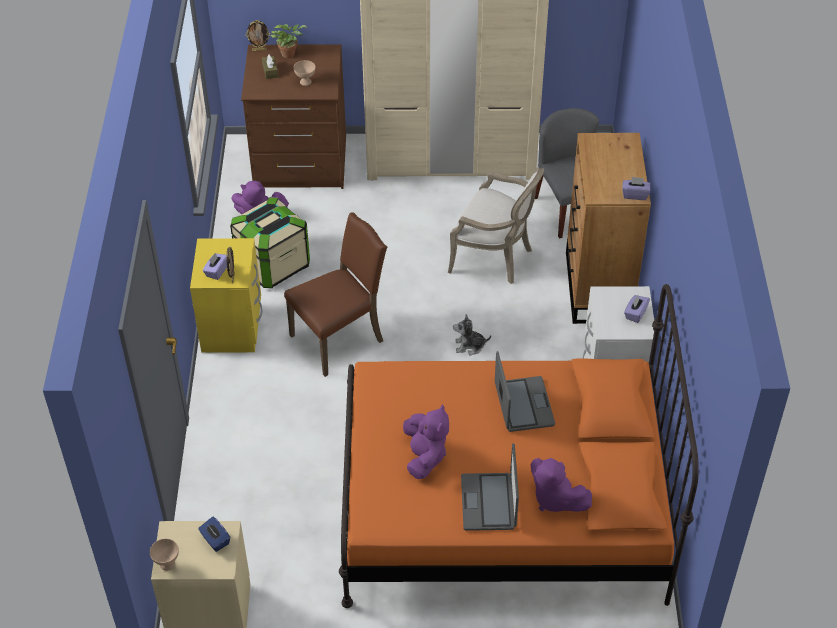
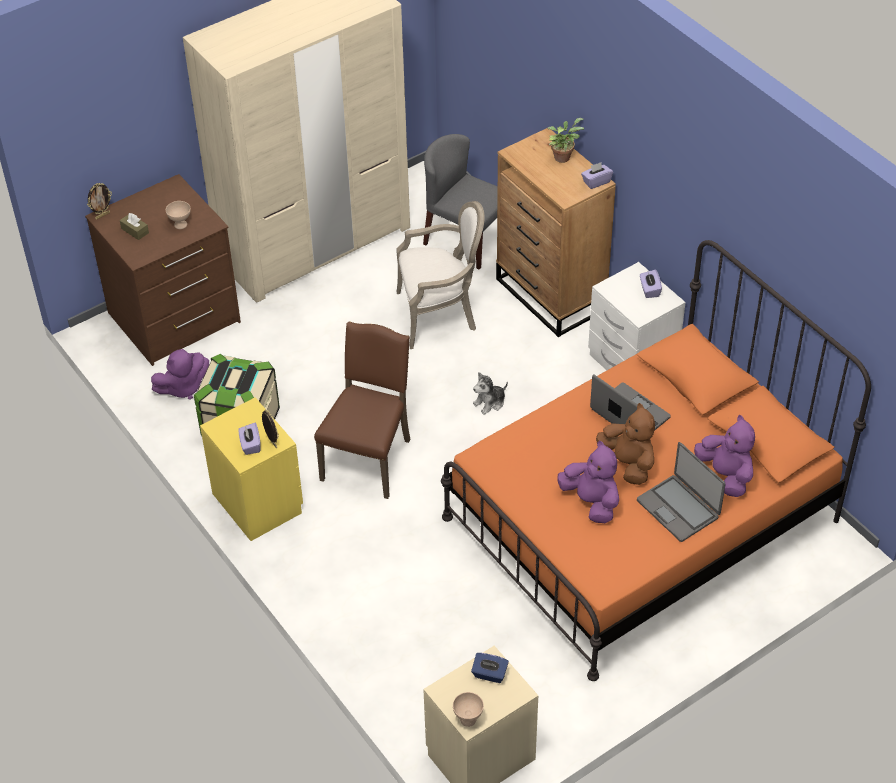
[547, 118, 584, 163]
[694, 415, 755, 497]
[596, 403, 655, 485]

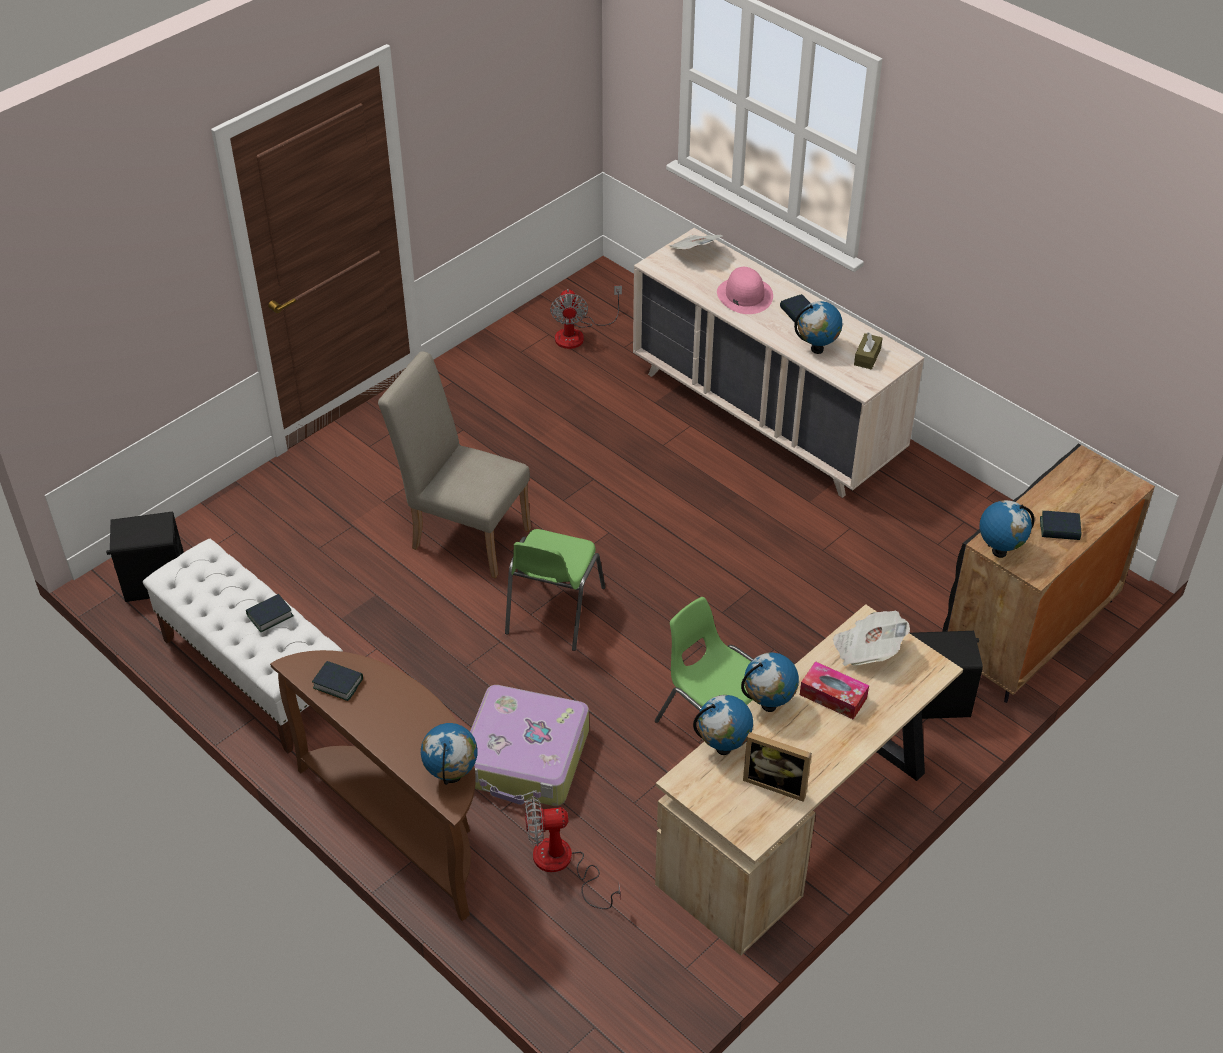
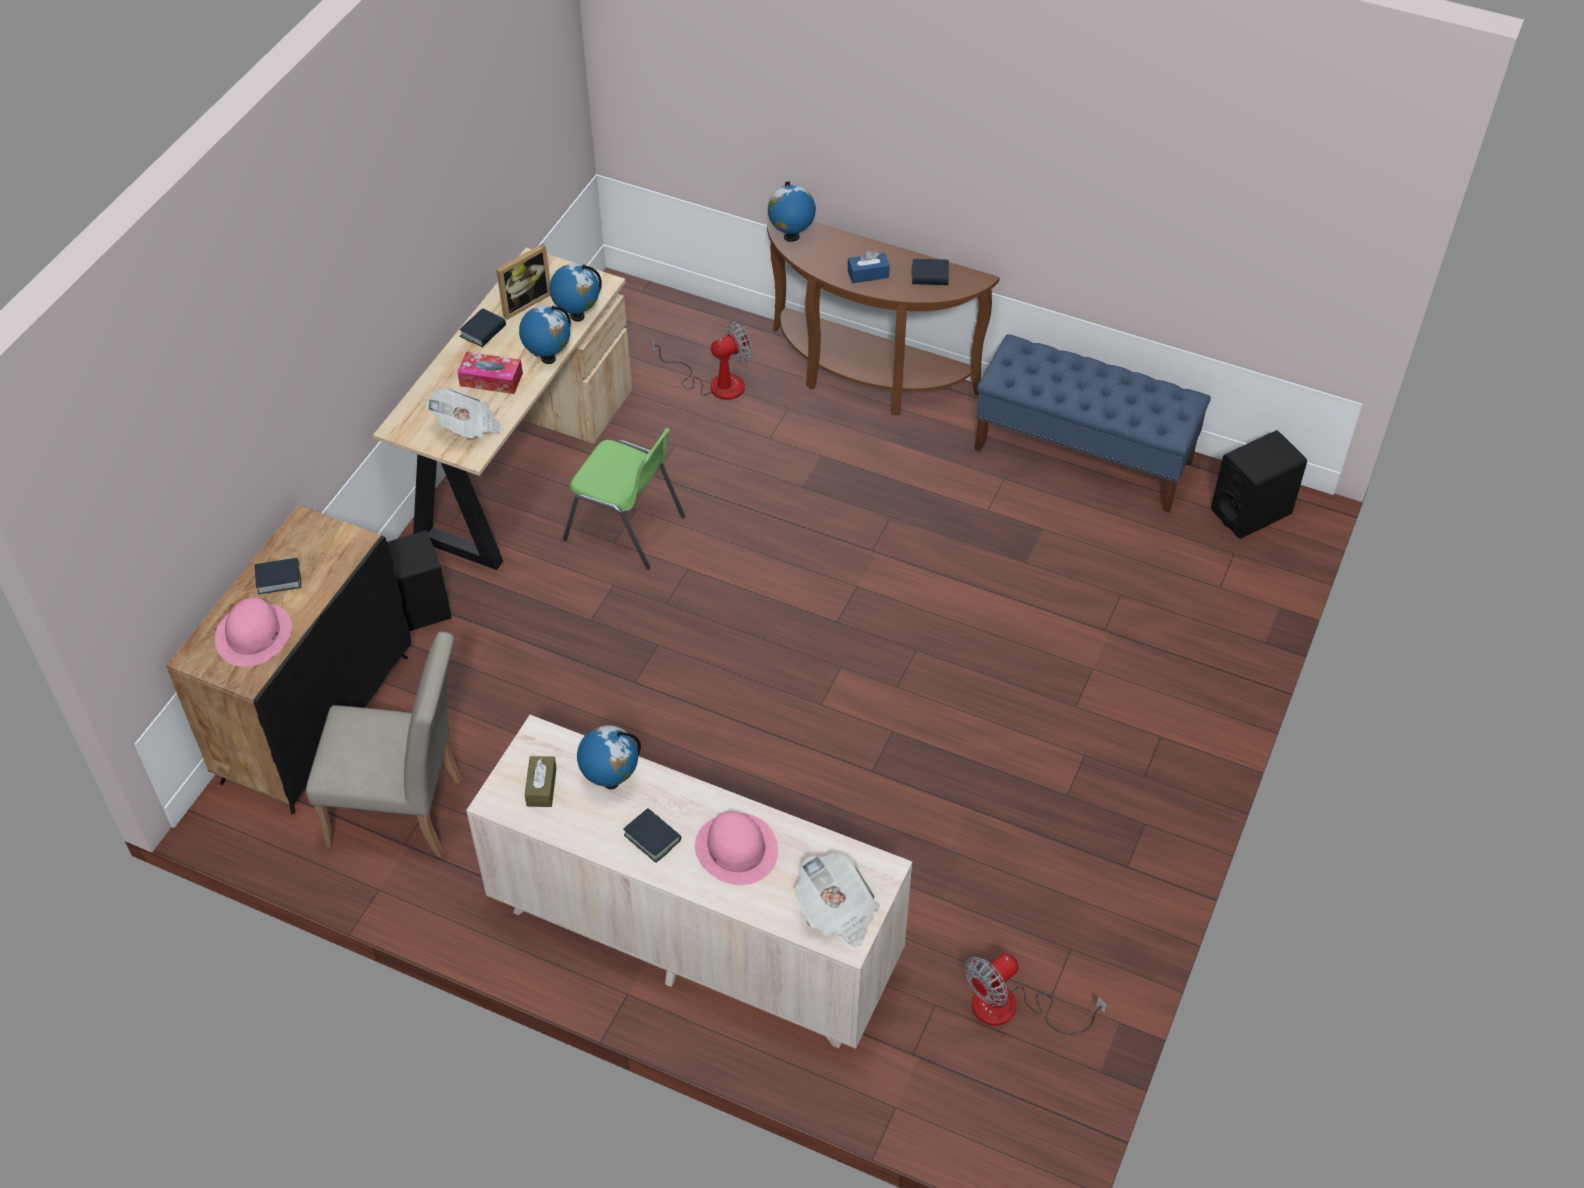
[965, 953, 1107, 1035]
[306, 632, 462, 857]
[979, 500, 1034, 558] (first image)
[505, 529, 605, 651] (first image)
[975, 334, 1211, 513]
[460, 308, 506, 347]
[470, 685, 589, 806] (first image)
[496, 244, 550, 320]
[848, 250, 890, 283]
[215, 597, 292, 667]

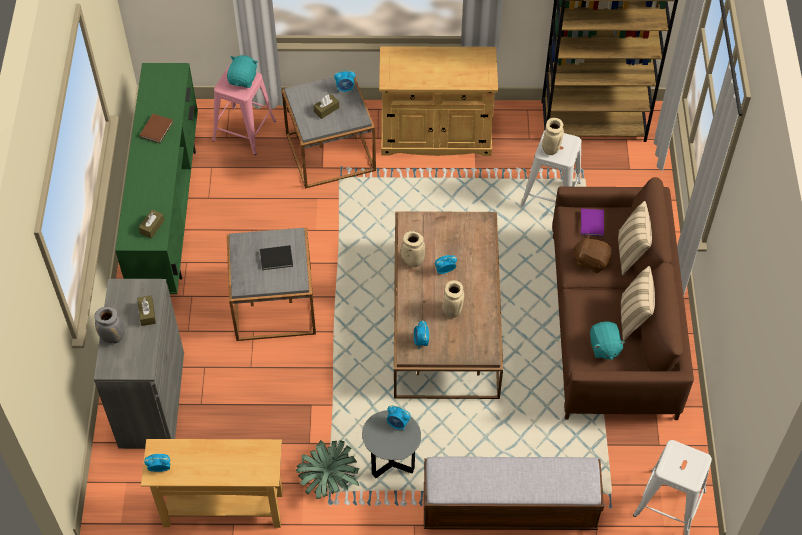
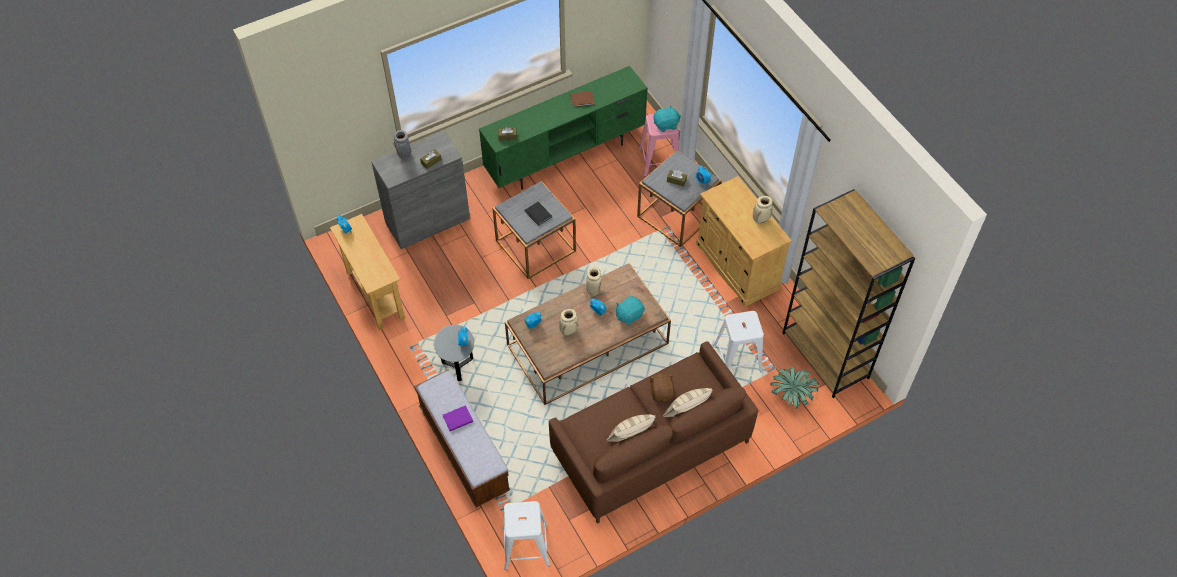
[753, 196, 772, 223]
[443, 405, 473, 431]
[616, 296, 645, 325]
[770, 367, 819, 409]

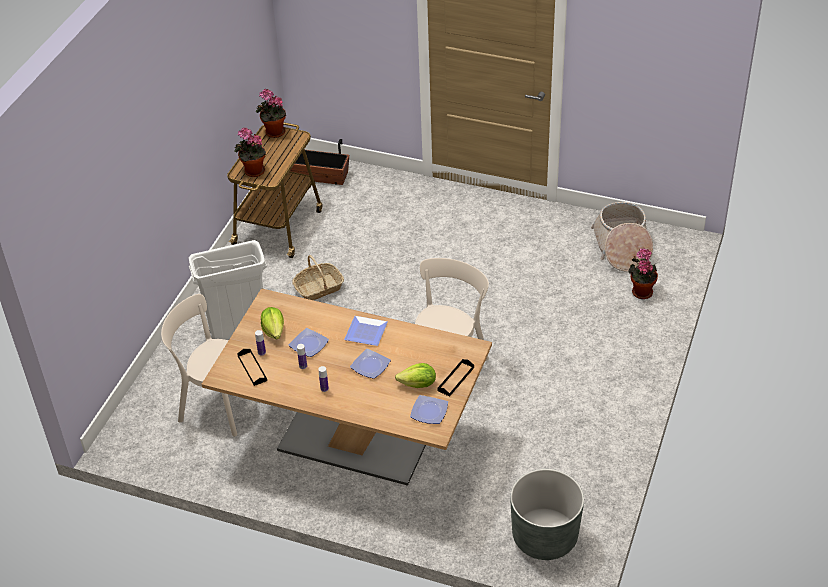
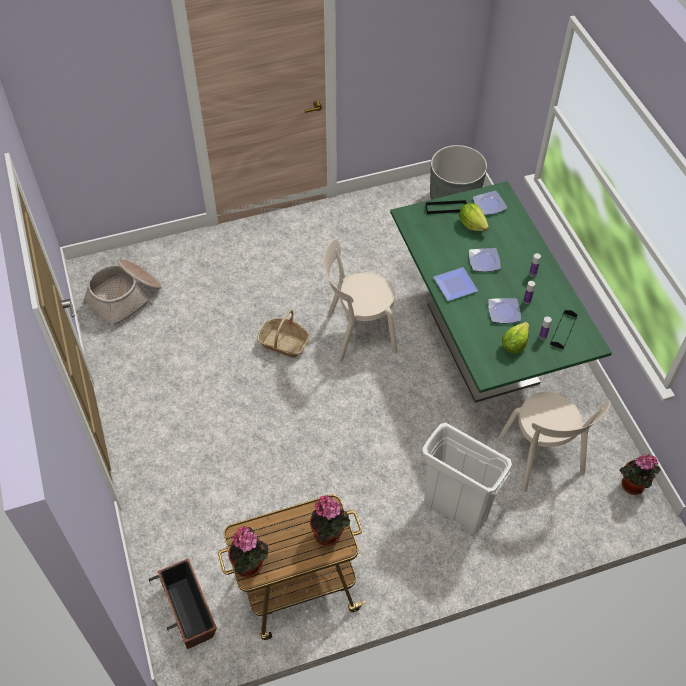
[620, 454, 660, 495]
[258, 310, 309, 358]
[390, 181, 612, 403]

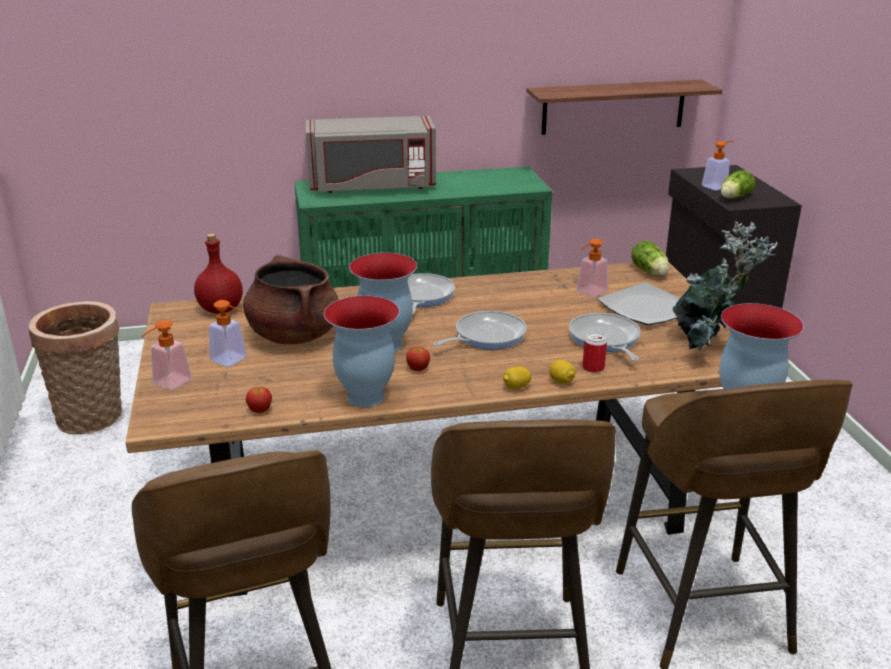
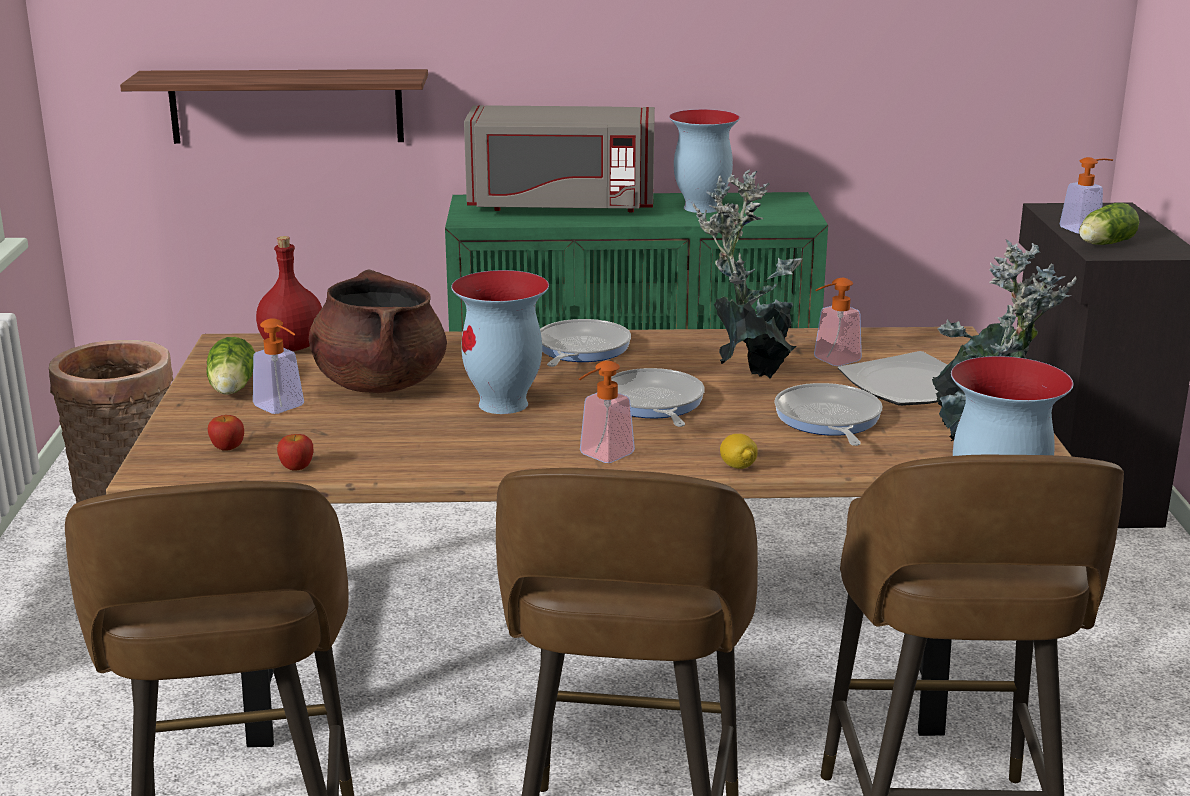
[120, 69, 428, 144]
[206, 337, 255, 395]
[669, 109, 740, 213]
[611, 368, 705, 427]
[579, 361, 635, 463]
[582, 332, 607, 373] (first image)
[208, 415, 244, 451]
[503, 366, 531, 389] (first image)
[692, 169, 802, 378]

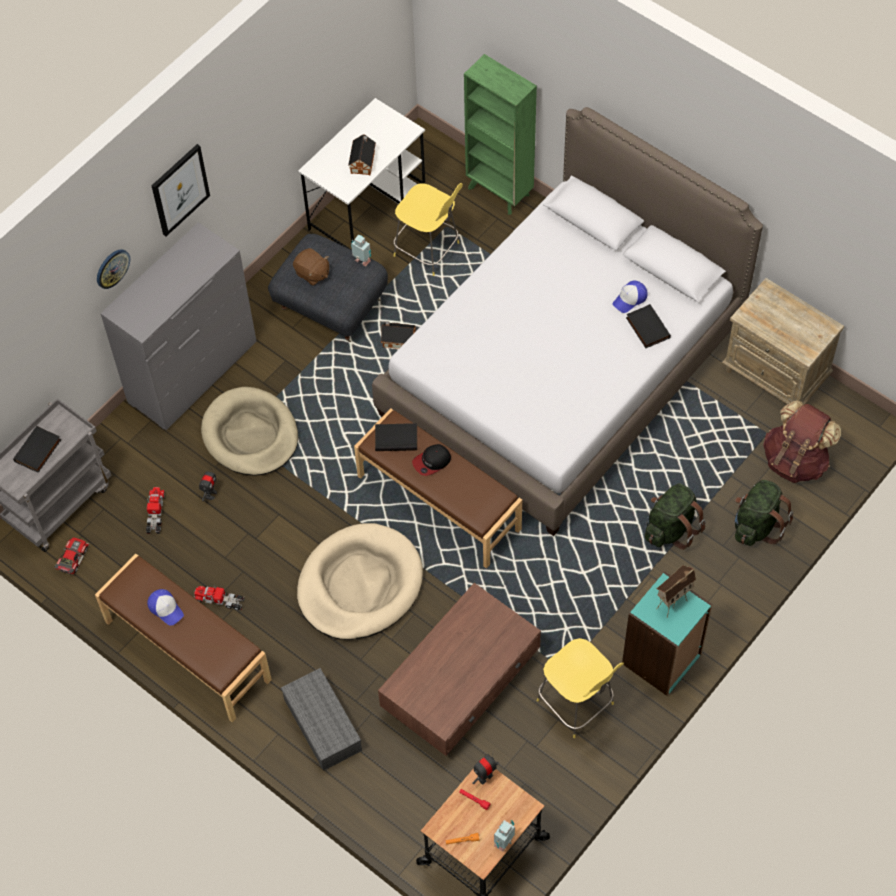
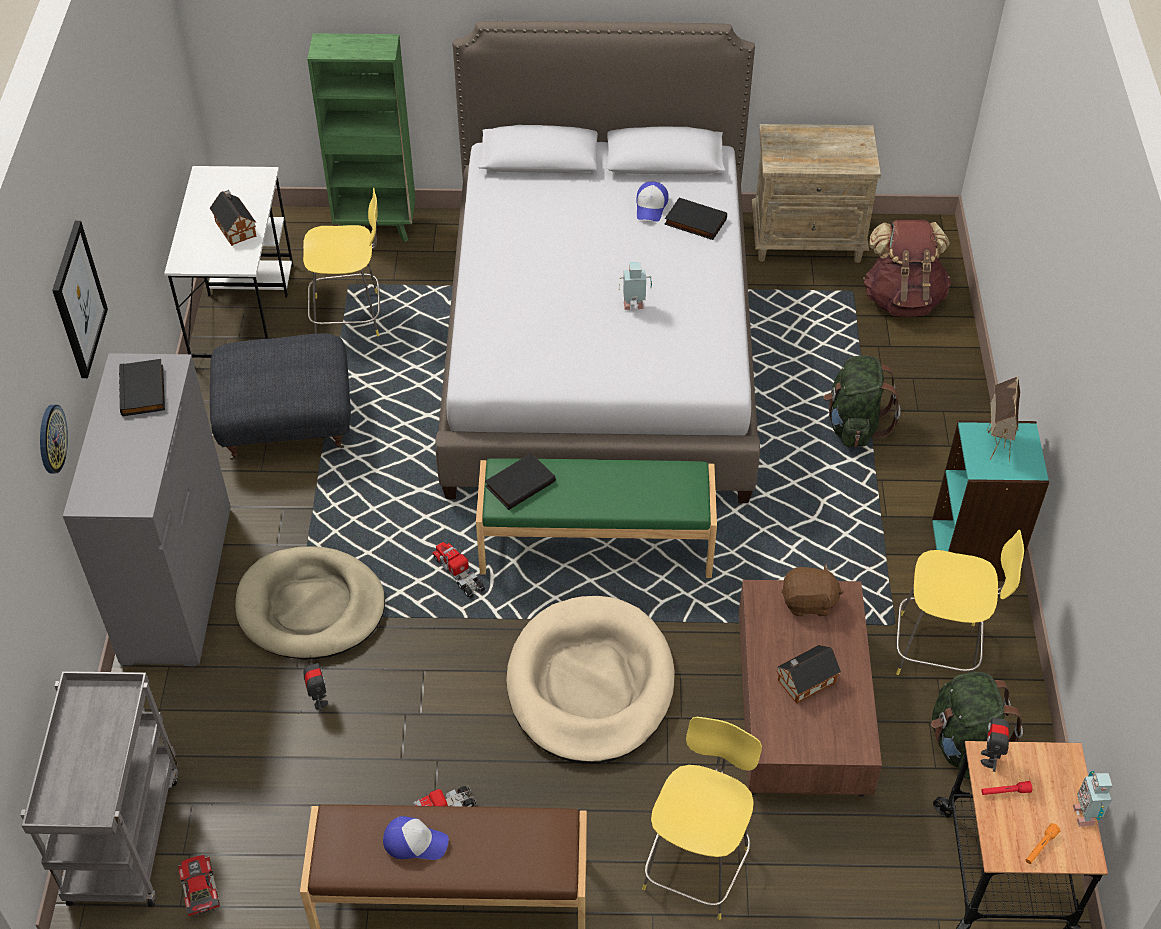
[619, 262, 652, 310]
[781, 564, 844, 616]
[776, 645, 841, 704]
[476, 458, 717, 578]
[119, 359, 165, 416]
[412, 444, 451, 476] (first image)
[931, 672, 1023, 779]
[432, 542, 485, 599]
[642, 717, 762, 920]

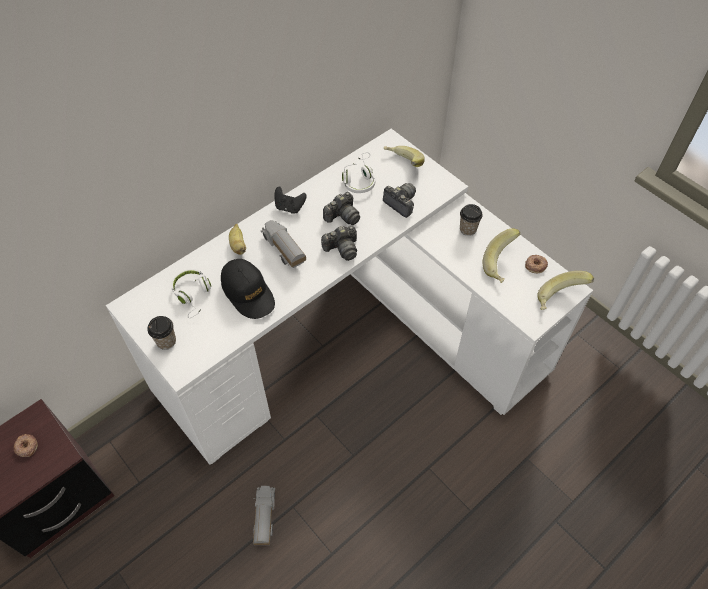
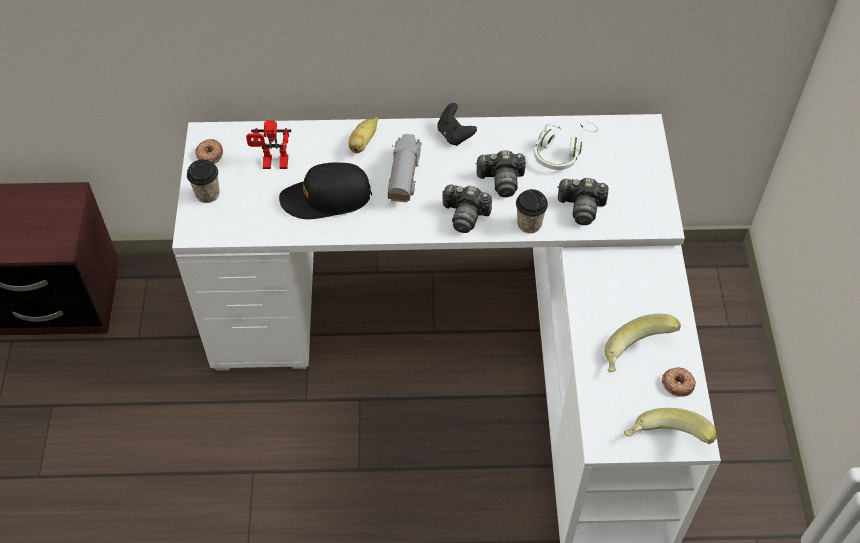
[384, 146, 425, 167] (first image)
[557, 178, 609, 225]
[516, 189, 548, 233]
[279, 163, 372, 219]
[246, 120, 291, 169]
[195, 139, 223, 164]
[253, 486, 275, 545] (first image)

